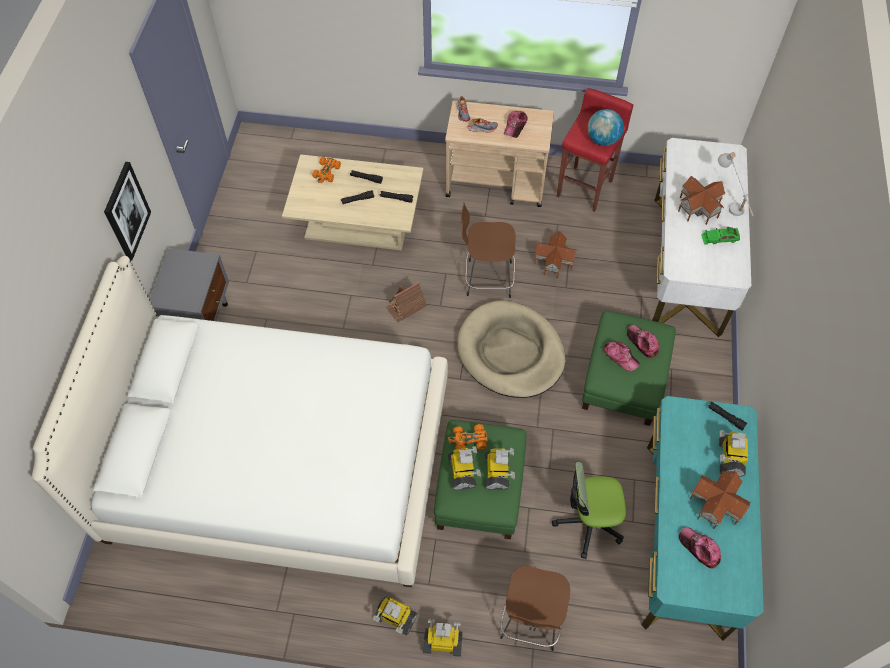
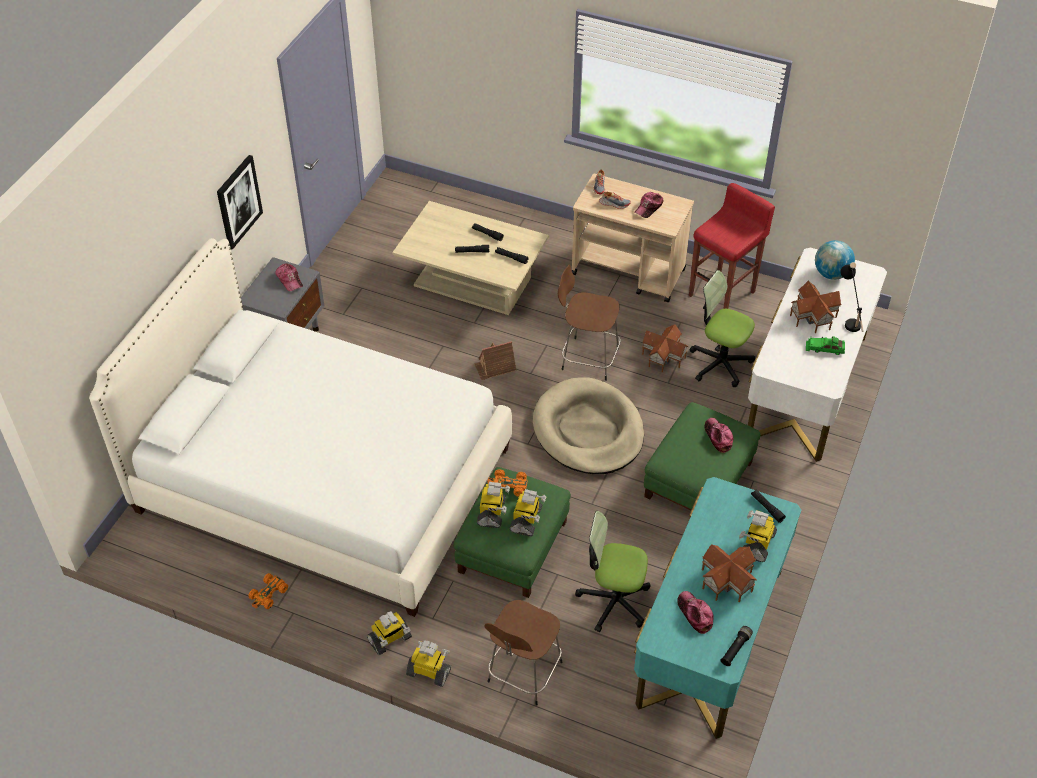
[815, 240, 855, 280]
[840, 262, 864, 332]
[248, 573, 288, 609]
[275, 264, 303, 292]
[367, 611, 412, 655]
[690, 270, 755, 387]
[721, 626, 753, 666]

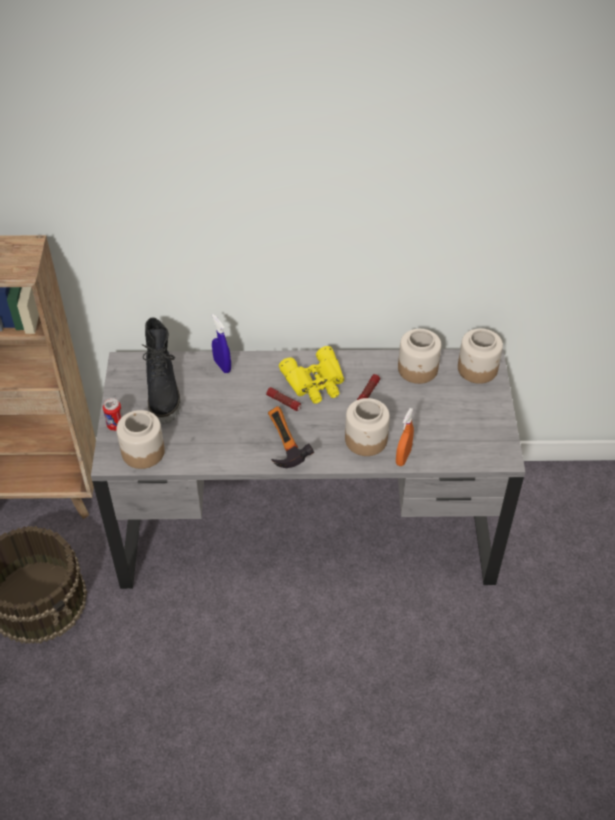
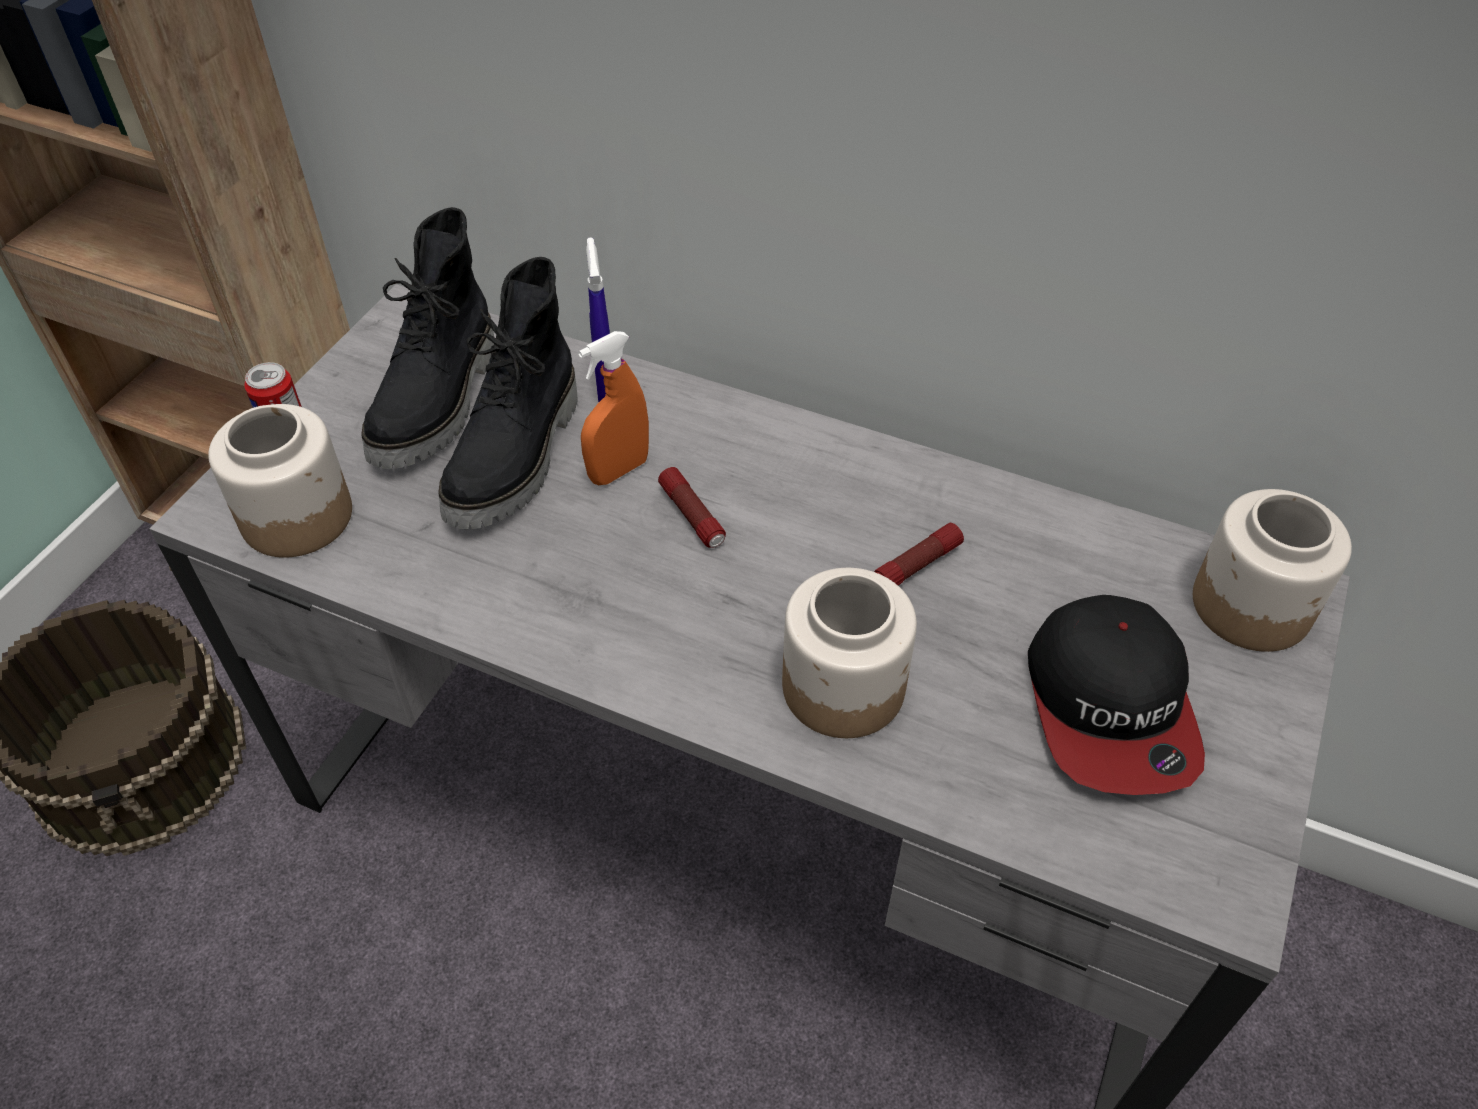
[398, 329, 441, 384] (first image)
[279, 346, 345, 404] (first image)
[268, 406, 314, 468] (first image)
[578, 331, 649, 485]
[438, 257, 577, 529]
[1028, 595, 1205, 795]

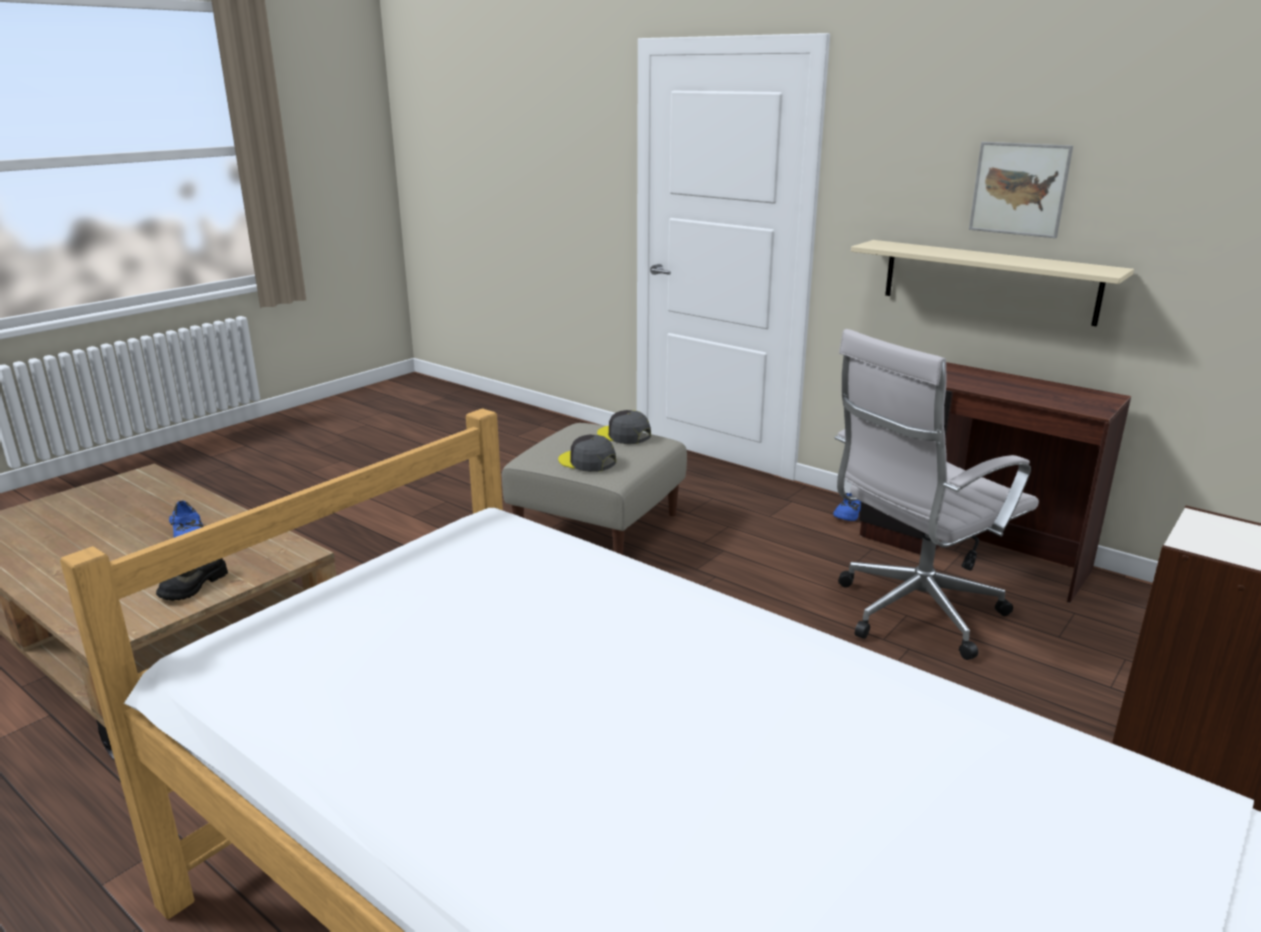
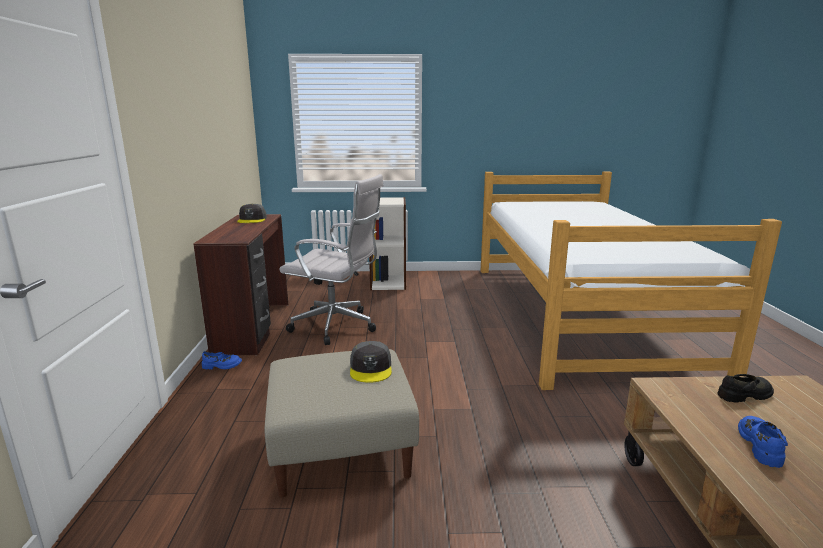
[969, 142, 1073, 238] (first image)
[851, 240, 1134, 326] (first image)
[237, 204, 267, 223]

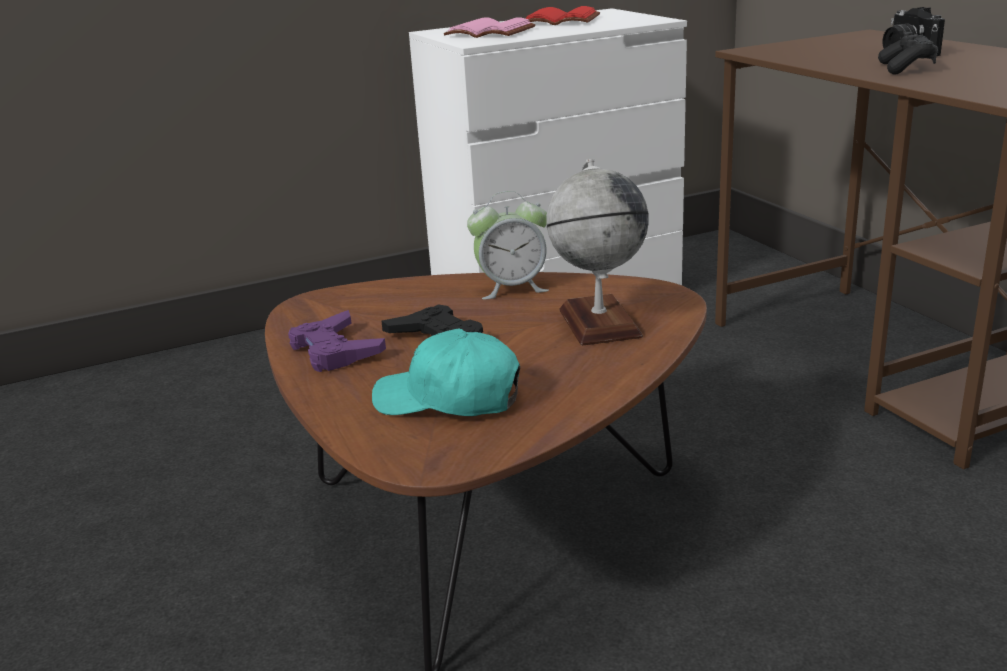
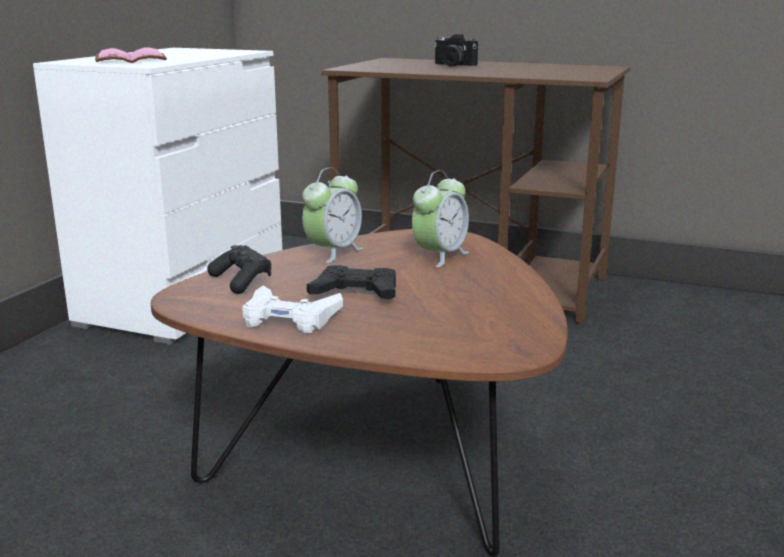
[526, 6, 600, 25] (first image)
[207, 245, 271, 294]
[412, 170, 469, 267]
[242, 286, 343, 333]
[372, 328, 520, 416] (first image)

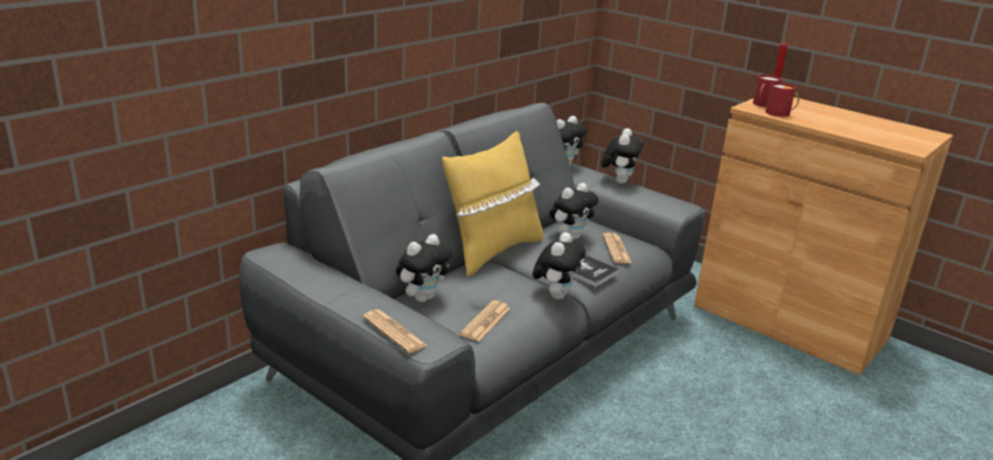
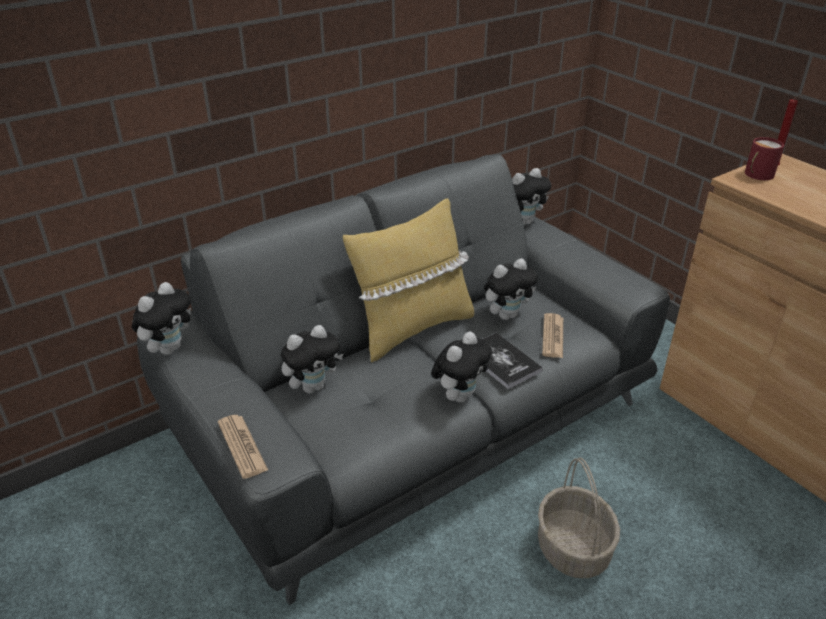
[765, 83, 799, 117] (first image)
[132, 282, 191, 355]
[460, 300, 510, 341] (first image)
[538, 458, 620, 578]

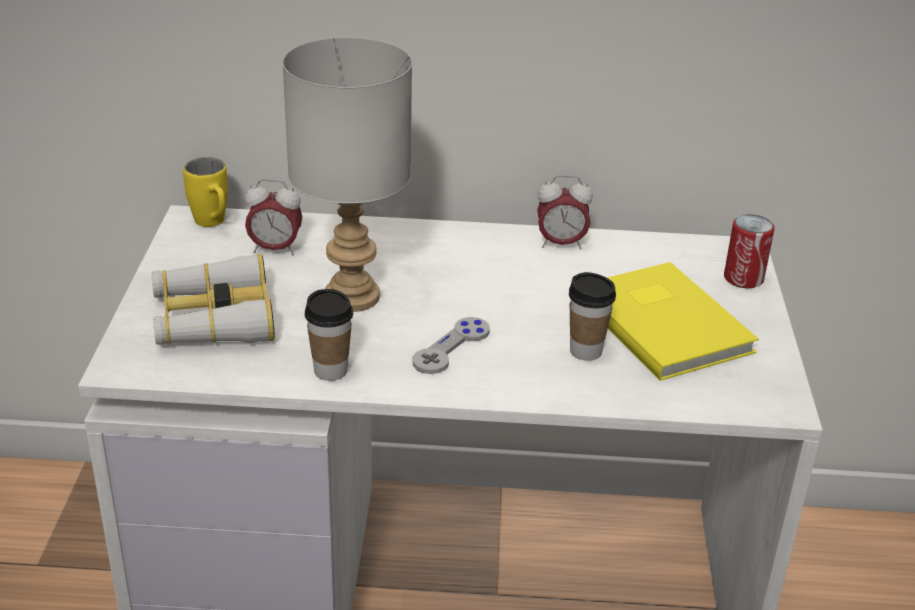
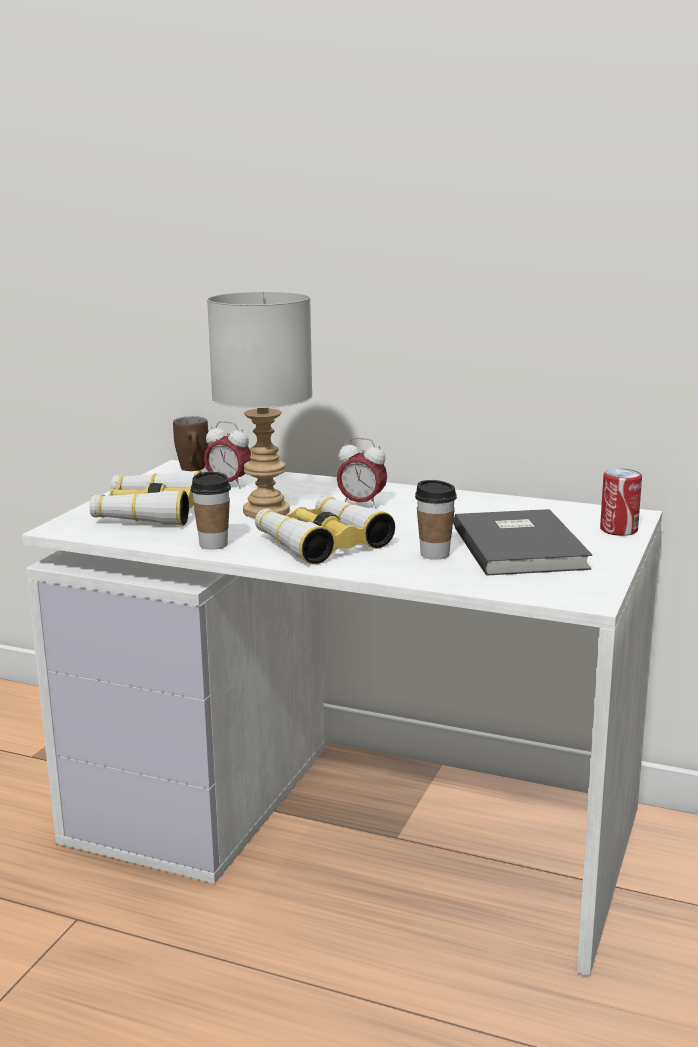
[173, 416, 208, 471]
[337, 437, 387, 509]
[453, 509, 592, 576]
[255, 495, 395, 565]

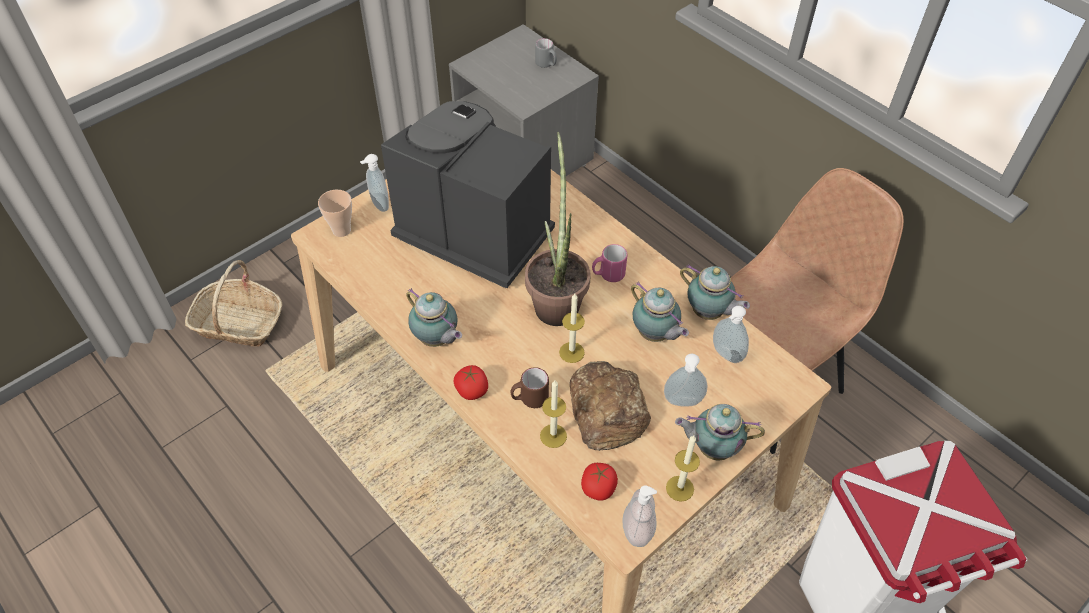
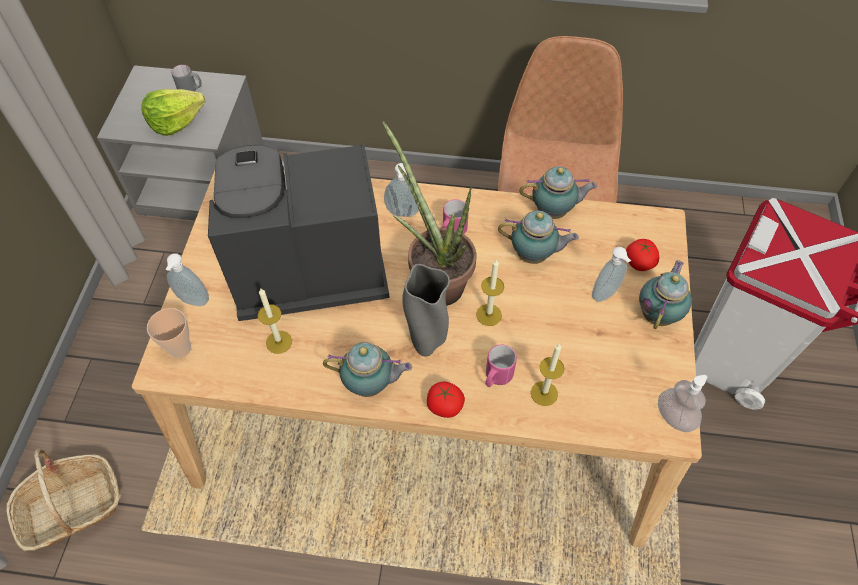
[384, 163, 419, 217]
[570, 361, 651, 451] (first image)
[485, 344, 517, 387]
[639, 260, 692, 329]
[258, 288, 292, 354]
[626, 239, 659, 271]
[141, 89, 205, 136]
[402, 264, 450, 357]

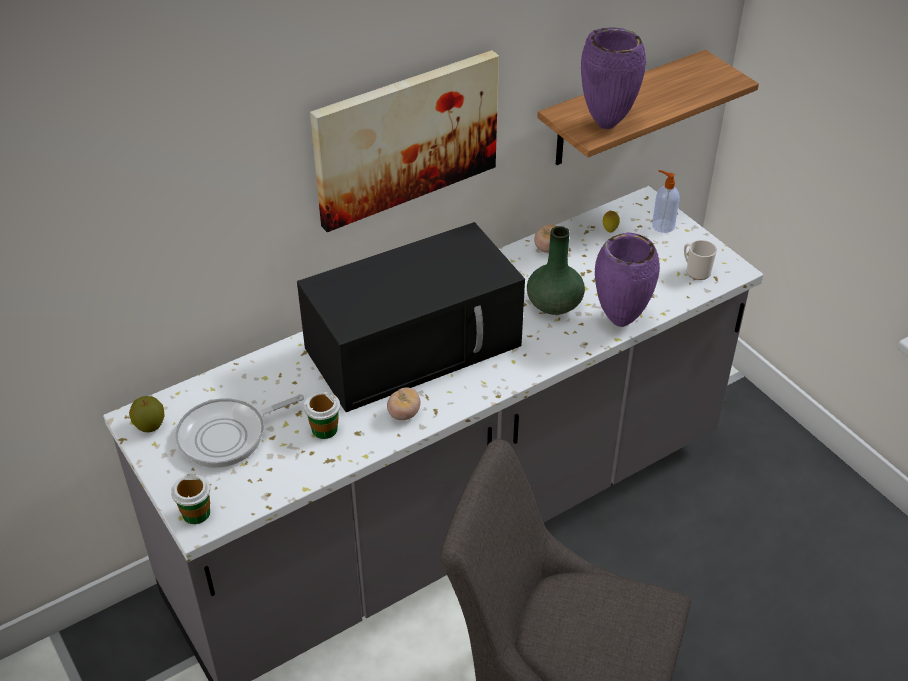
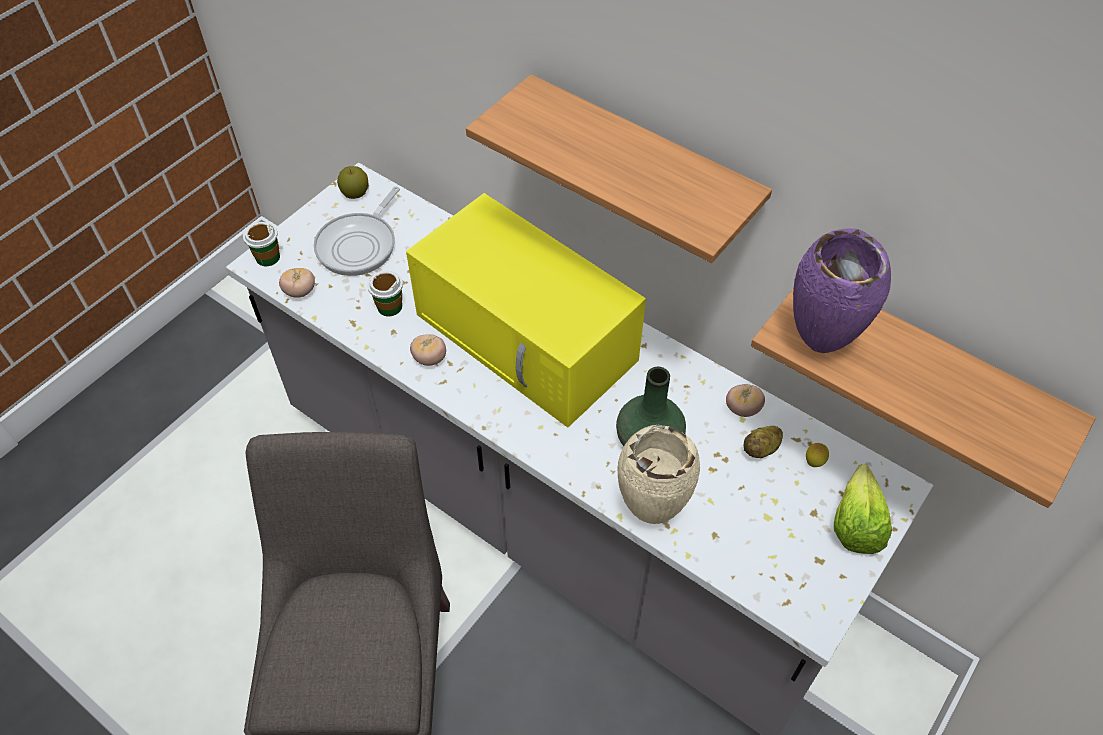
[466, 74, 772, 263]
[834, 464, 892, 554]
[406, 193, 646, 427]
[618, 425, 700, 524]
[684, 240, 717, 280] (first image)
[314, 187, 400, 276]
[279, 268, 315, 298]
[744, 426, 783, 458]

